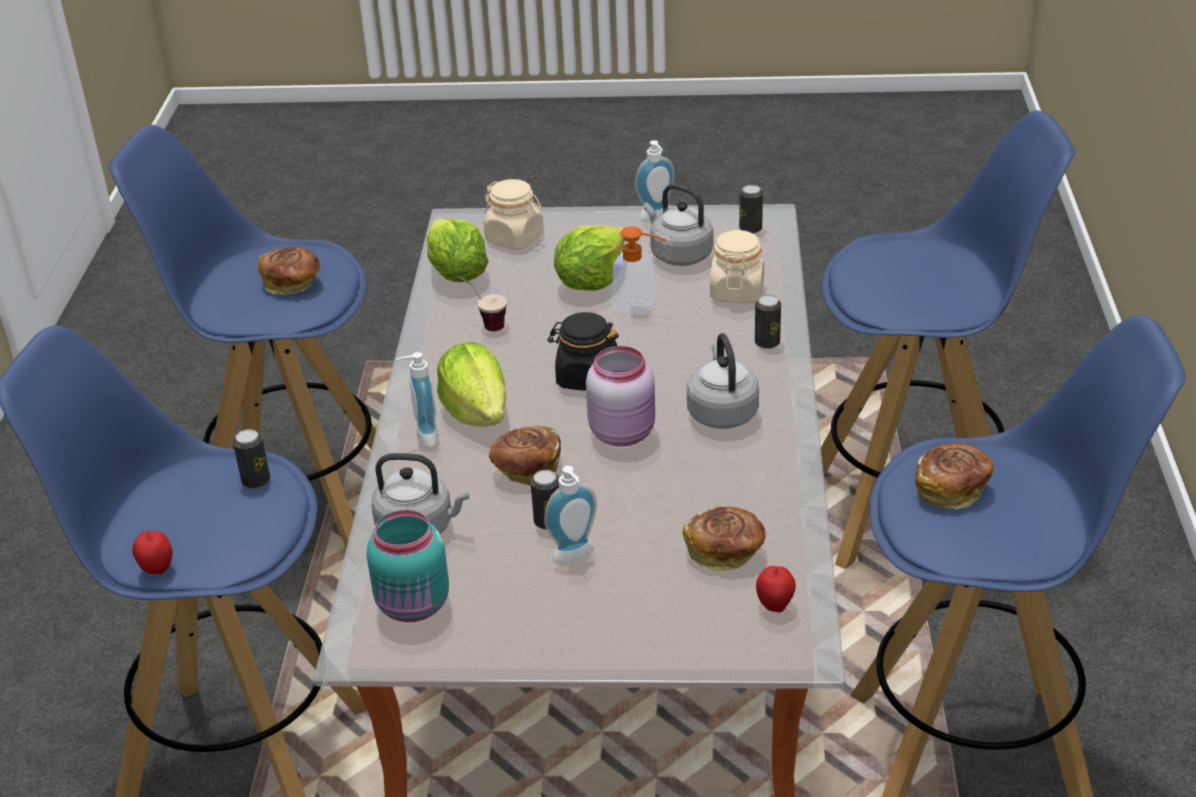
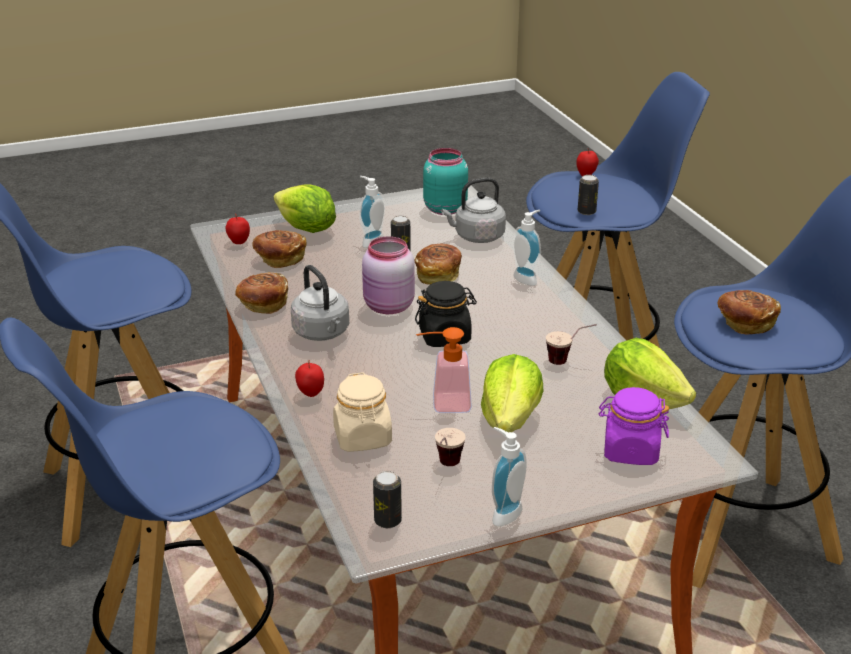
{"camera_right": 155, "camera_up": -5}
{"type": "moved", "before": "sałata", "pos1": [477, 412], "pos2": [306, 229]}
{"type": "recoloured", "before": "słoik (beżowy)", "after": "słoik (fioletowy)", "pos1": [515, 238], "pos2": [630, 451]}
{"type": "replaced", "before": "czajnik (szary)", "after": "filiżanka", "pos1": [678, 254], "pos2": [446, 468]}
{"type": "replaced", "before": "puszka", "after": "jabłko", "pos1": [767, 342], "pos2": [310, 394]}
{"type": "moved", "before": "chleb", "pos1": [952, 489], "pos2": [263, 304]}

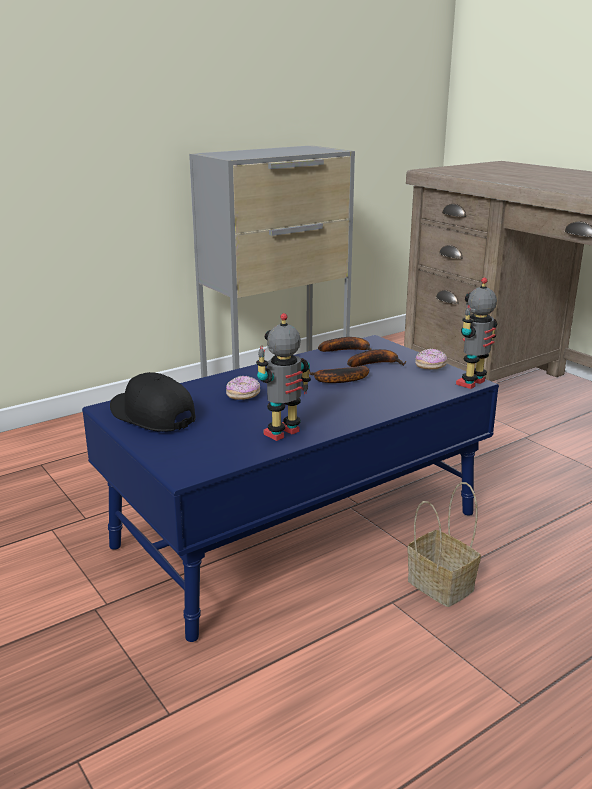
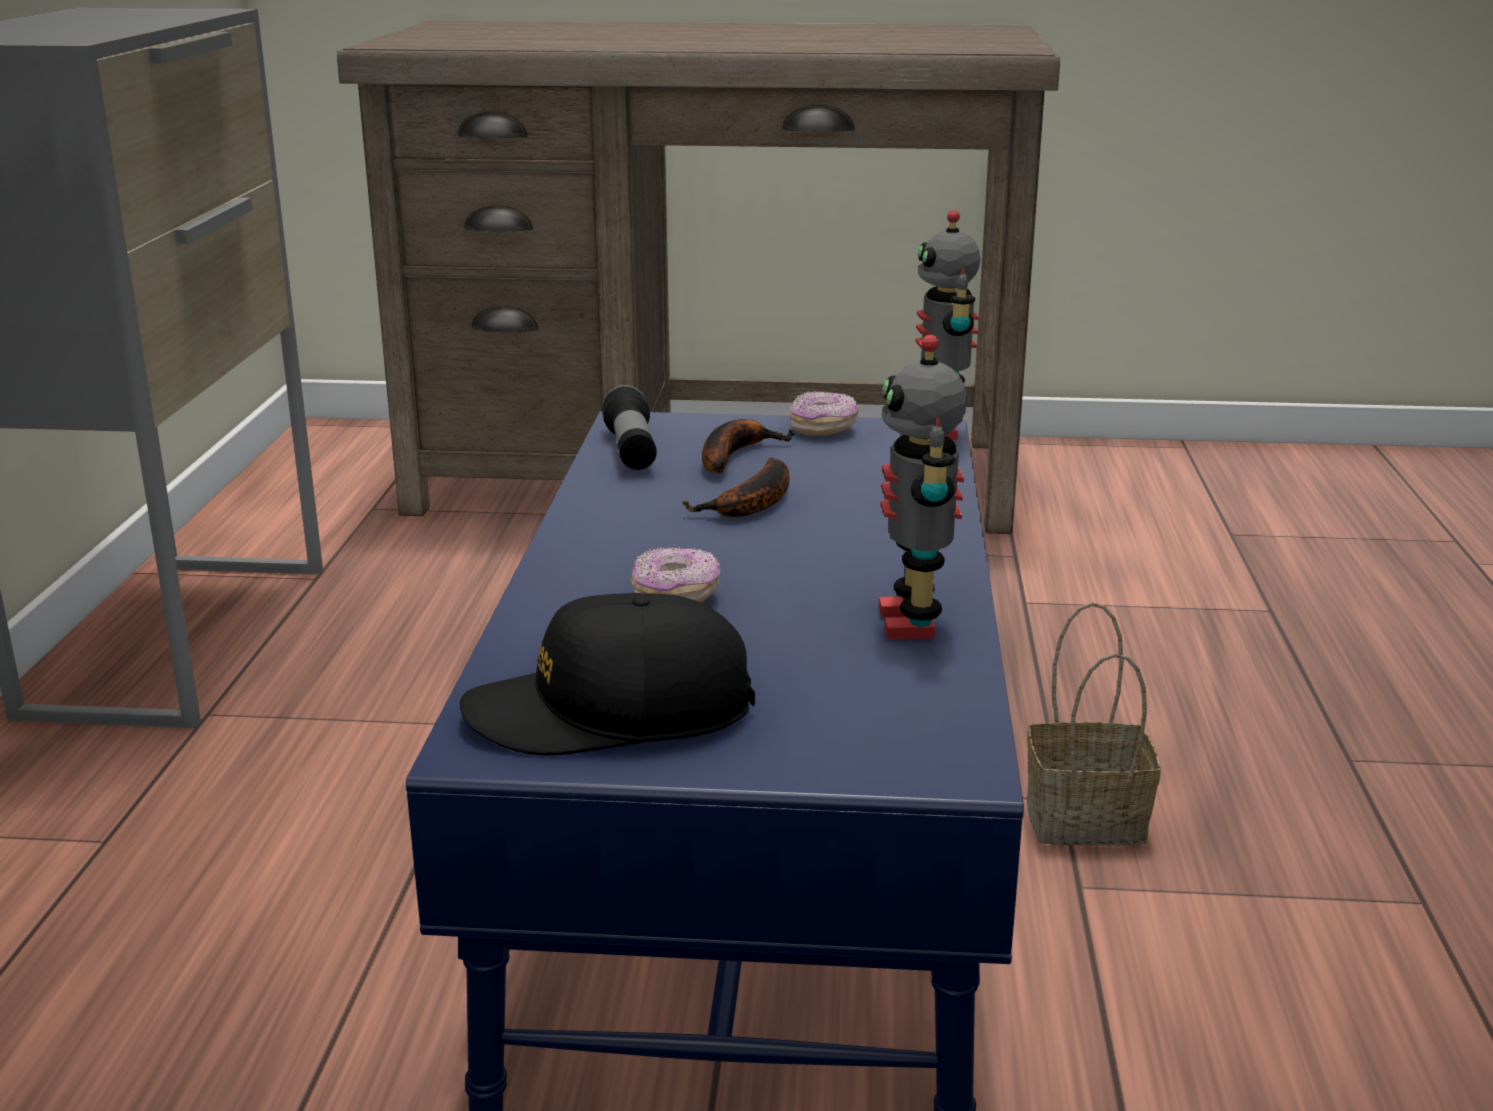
{"camera_right": -50, "camera_up": 0}
{"type": "replaced", "before": "banan", "after": "latarka", "pos1": [348, 350], "pos2": [631, 451]}

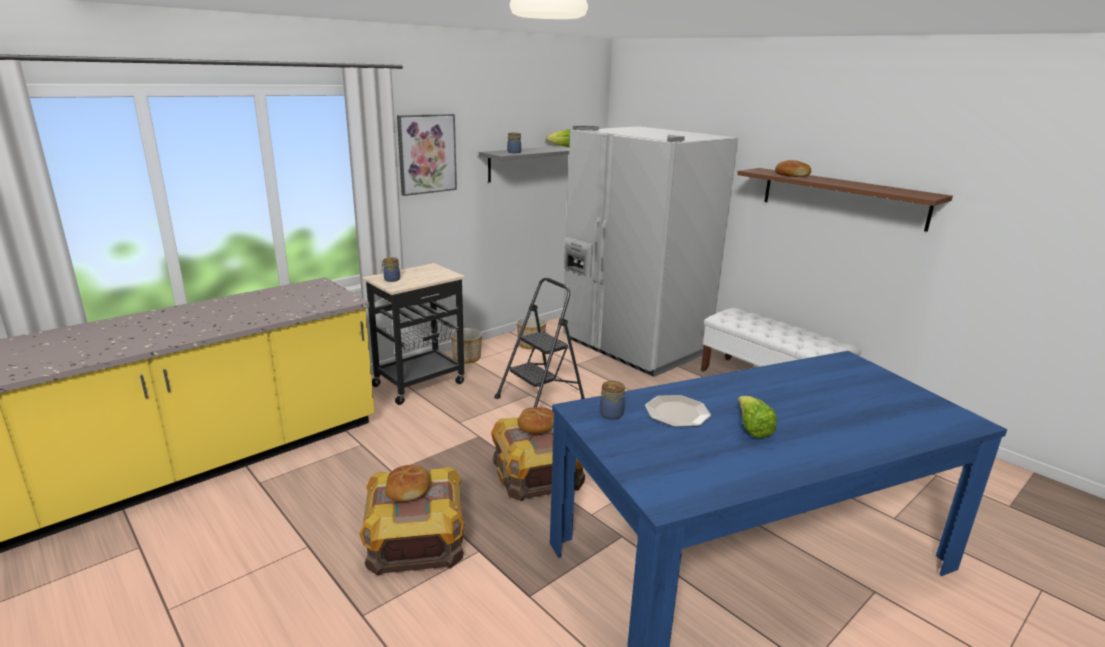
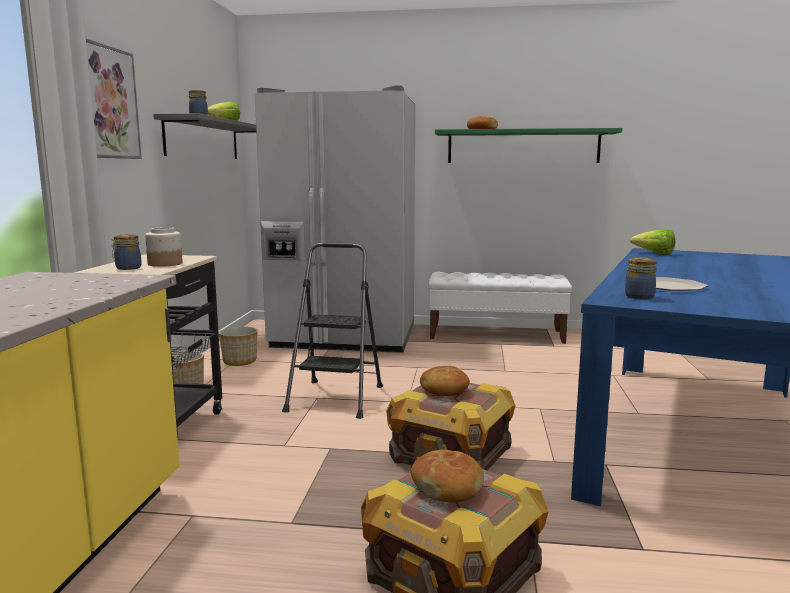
{"camera_right": -40, "camera_up": -10}
{"type": "recoloured", "before": "półka (brązowy)", "after": "półka (zielony)", "pos1": [842, 197], "pos2": [523, 147]}
{"type": "moved", "before": "sałata", "pos1": [752, 429], "pos2": [654, 254]}
{"type": "added", "after": "słoik", "pos2": [165, 264]}

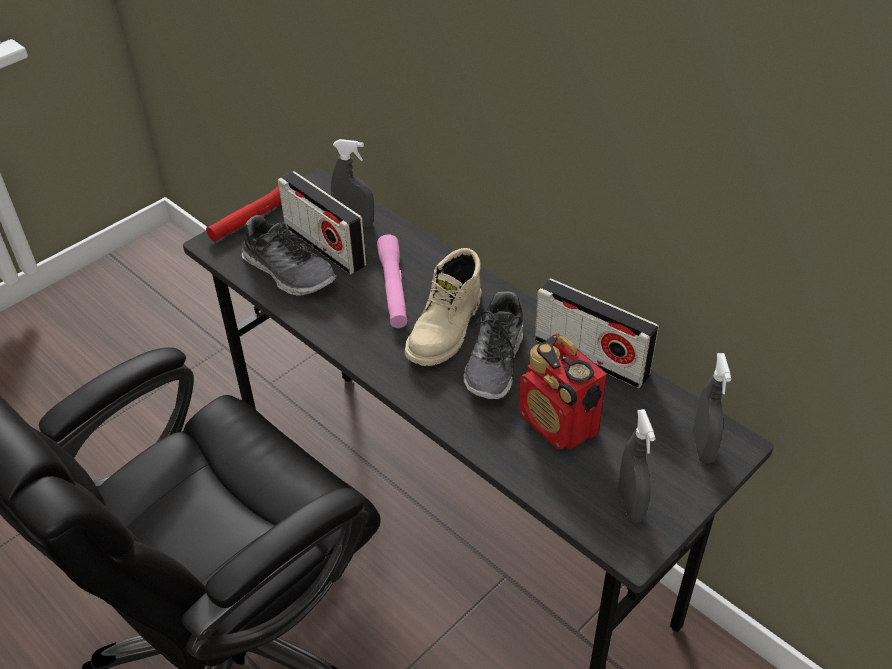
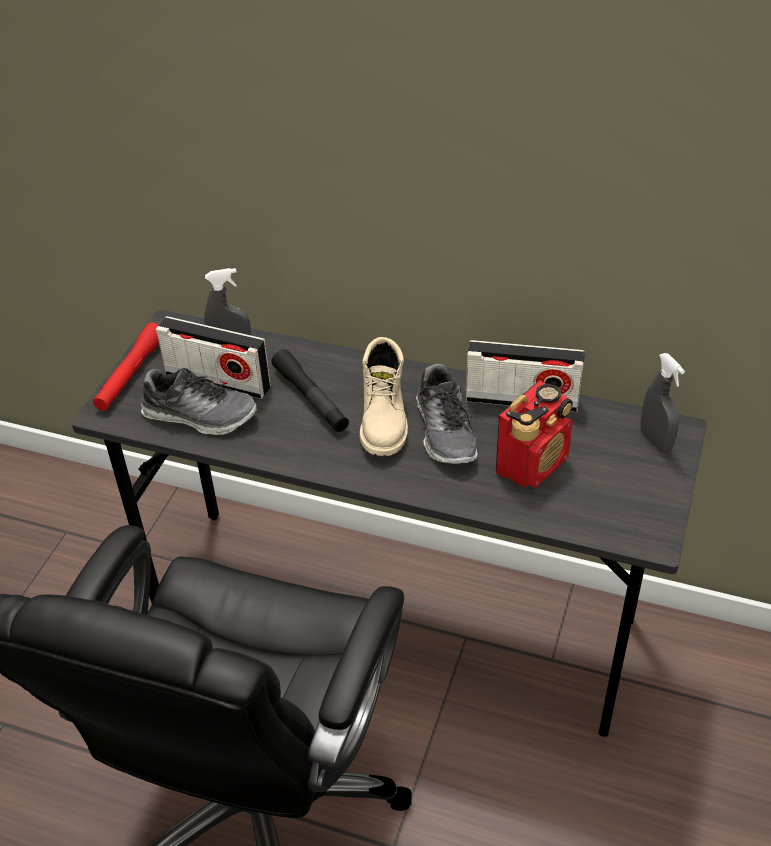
{"camera_right": -25, "camera_up": 0}
{"type": "recoloured", "before": "latarka (różowy)", "after": "latarka (czarny)", "pos1": [393, 289], "pos2": [311, 398]}
{"type": "turned", "before": "radio", "pos1": [559, 424], "pos2": [532, 464], "turn": -75}
{"type": "removed", "before": "spryskiwacz (szary)", "pos1": [630, 504]}

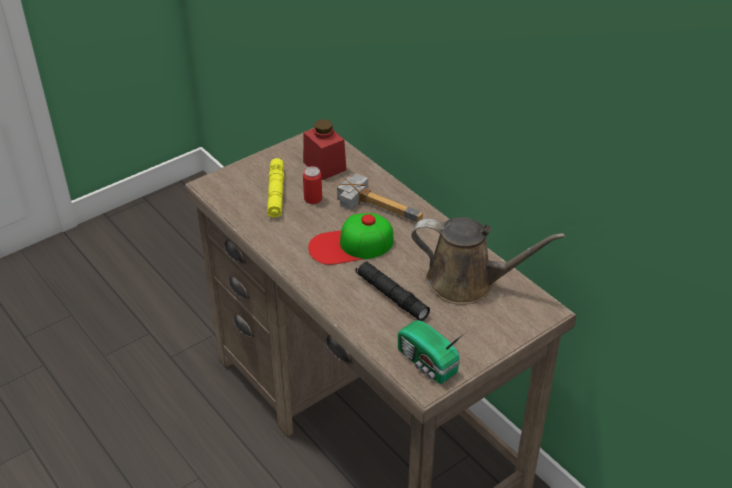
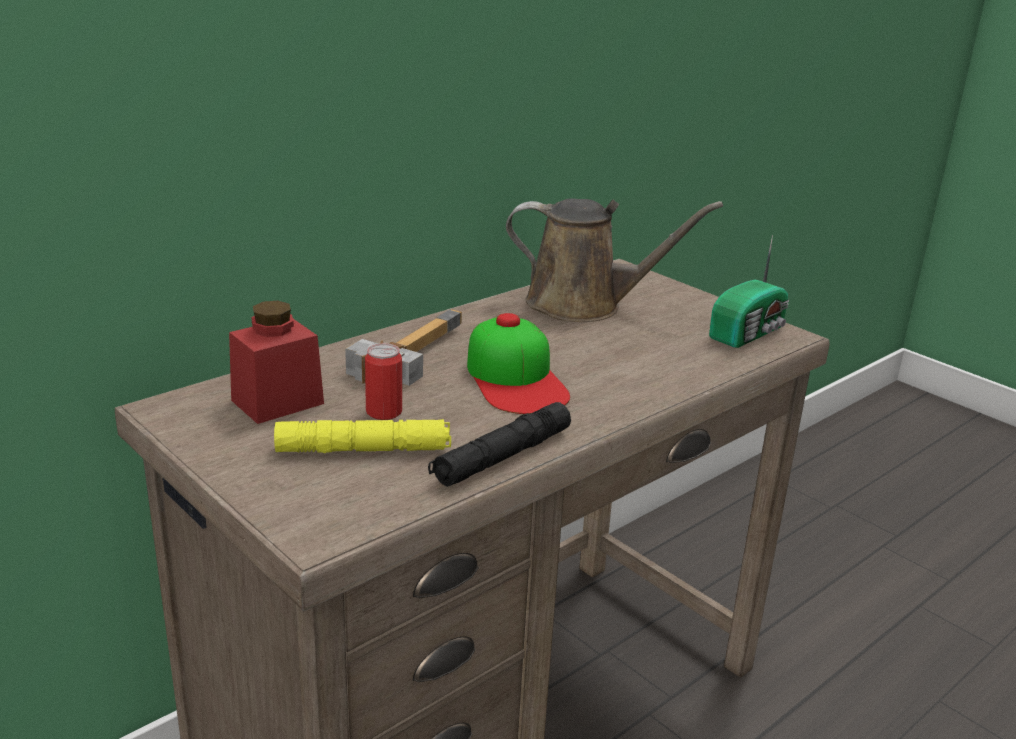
{"camera_right": -95, "camera_up": -15}
{"type": "moved", "before": "latarka (czarny)", "pos1": [391, 296], "pos2": [502, 457]}
{"type": "turned", "before": "konewka (brązowy)", "pos1": [467, 283], "pos2": [584, 305], "turn": 90}

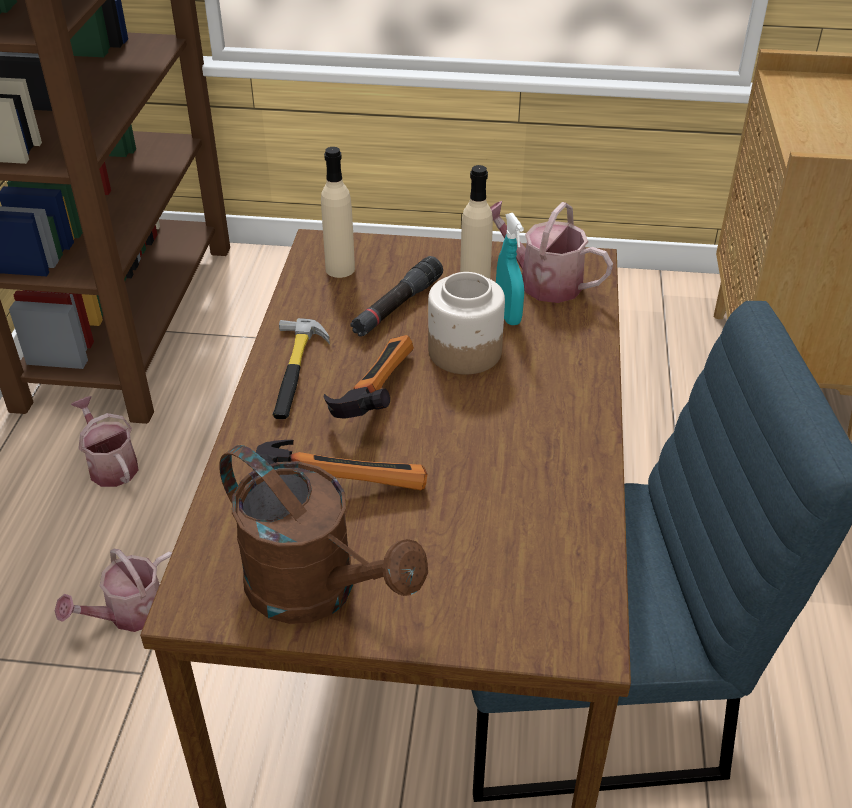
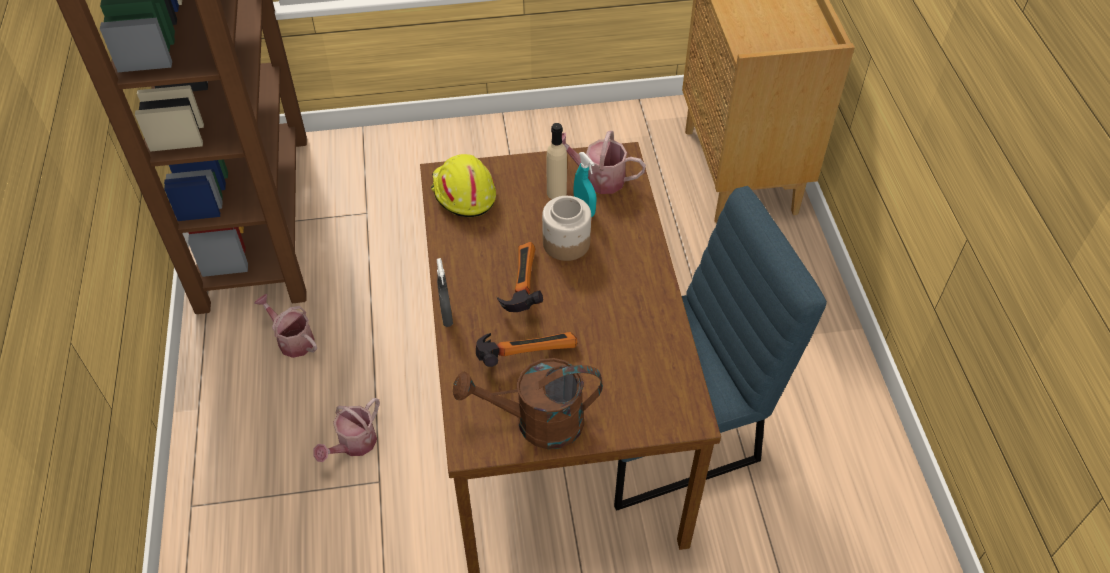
{"camera_right": -15, "camera_up": 10}
{"type": "turned", "before": "konewka (brązowy)", "pos1": [316, 591], "pos2": [537, 423], "turn": 150}
{"type": "removed", "before": "młotek", "pos1": [295, 372]}
{"type": "replaced", "before": "butelka (beżowy)", "after": "kask (żółty)", "pos1": [340, 269], "pos2": [462, 193]}
{"type": "removed", "before": "latarka (czarny)", "pos1": [397, 306]}
{"type": "added", "after": "spryskiwacz (szary)", "pos2": [446, 316]}

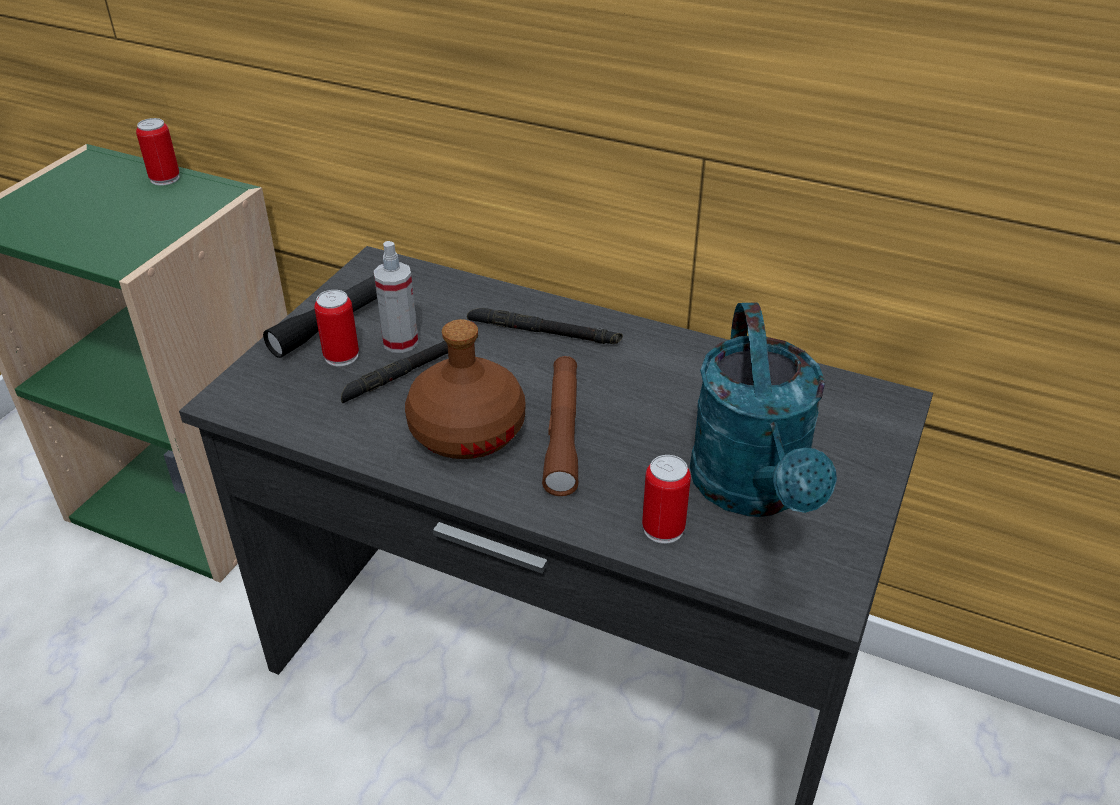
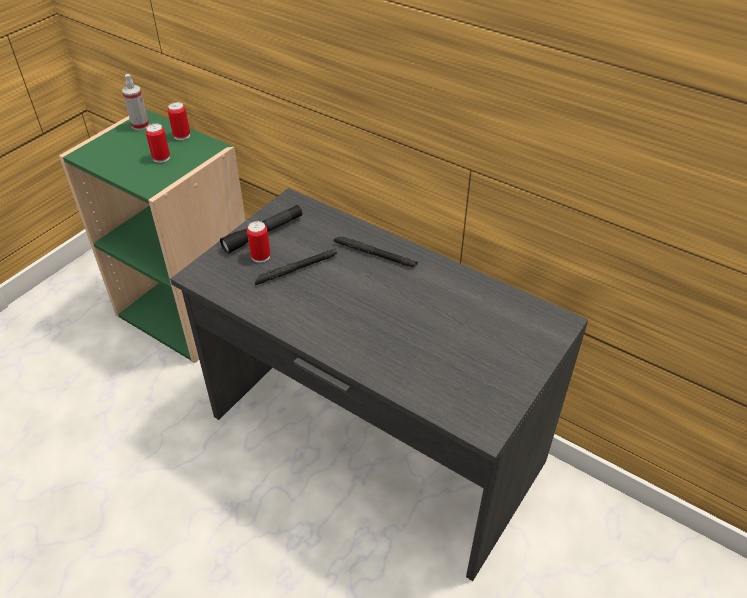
{"camera_right": 10, "camera_up": 5}
{"type": "moved", "before": "spryskiwacz", "pos1": [400, 342], "pos2": [140, 125]}
{"type": "removed", "before": "butelka (brązowy)", "pos1": [466, 430]}
{"type": "removed", "before": "latarka (brązowy)", "pos1": [562, 433]}
{"type": "moved", "before": "puszka", "pos1": [663, 528], "pos2": [161, 158]}
{"type": "removed", "before": "konewka (turkusowy)", "pos1": [754, 491]}

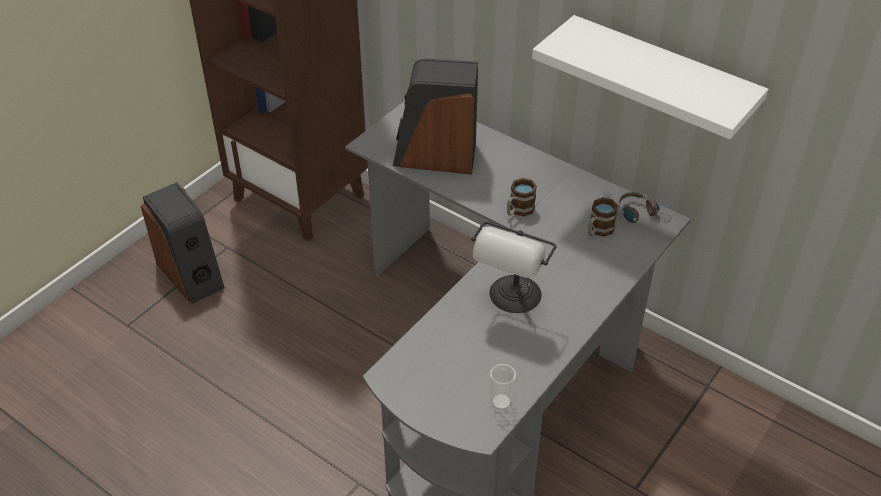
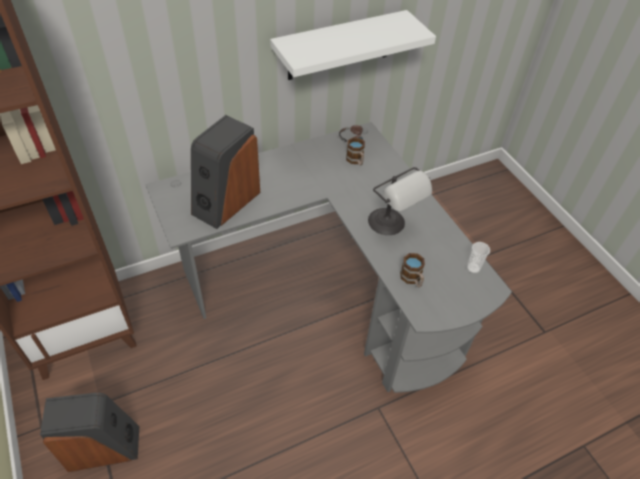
{"camera_right": -65, "camera_up": 5}
{"type": "moved", "before": "kubek", "pos1": [518, 210], "pos2": [412, 279]}

